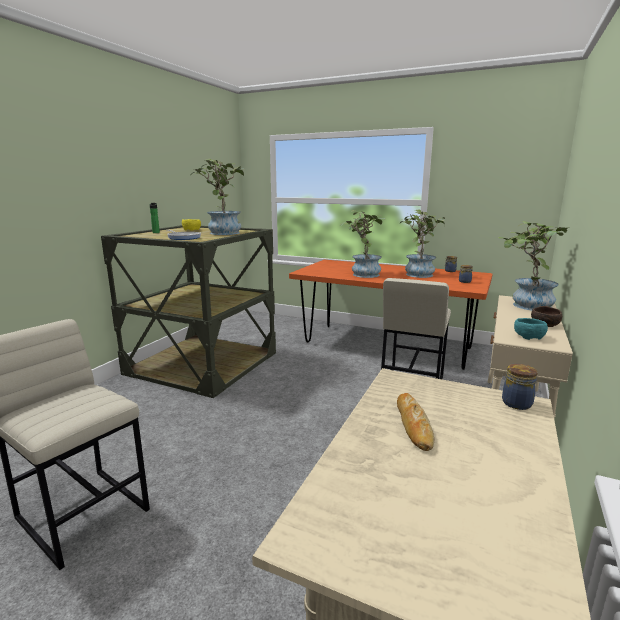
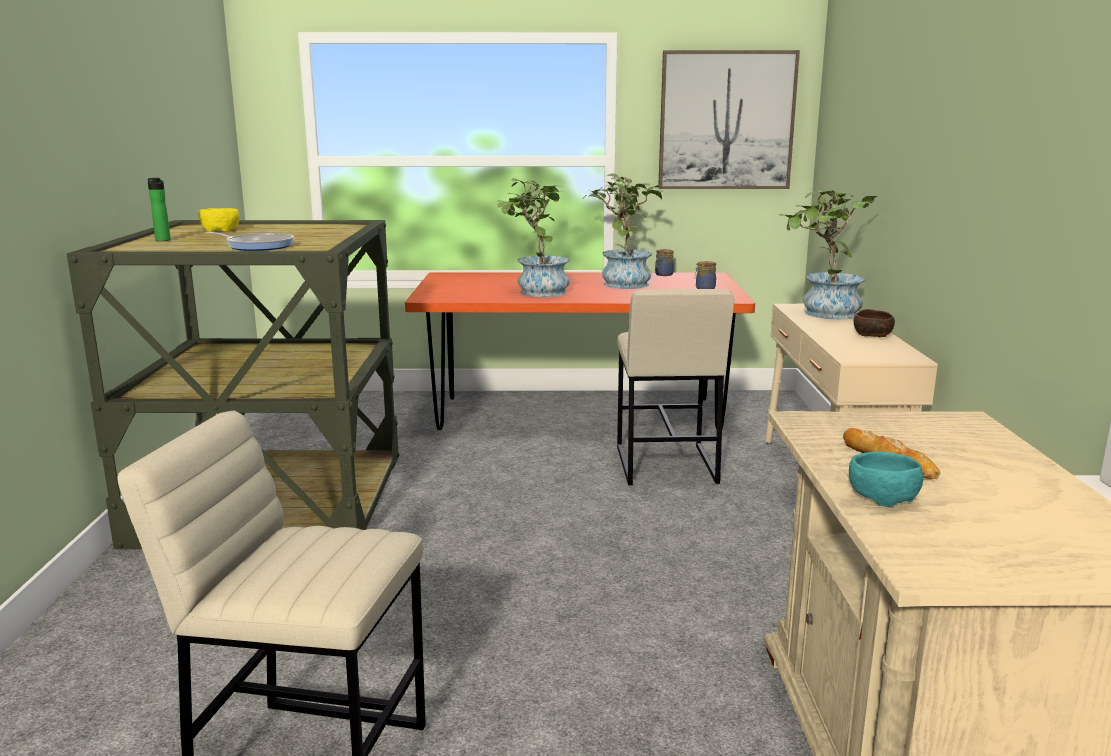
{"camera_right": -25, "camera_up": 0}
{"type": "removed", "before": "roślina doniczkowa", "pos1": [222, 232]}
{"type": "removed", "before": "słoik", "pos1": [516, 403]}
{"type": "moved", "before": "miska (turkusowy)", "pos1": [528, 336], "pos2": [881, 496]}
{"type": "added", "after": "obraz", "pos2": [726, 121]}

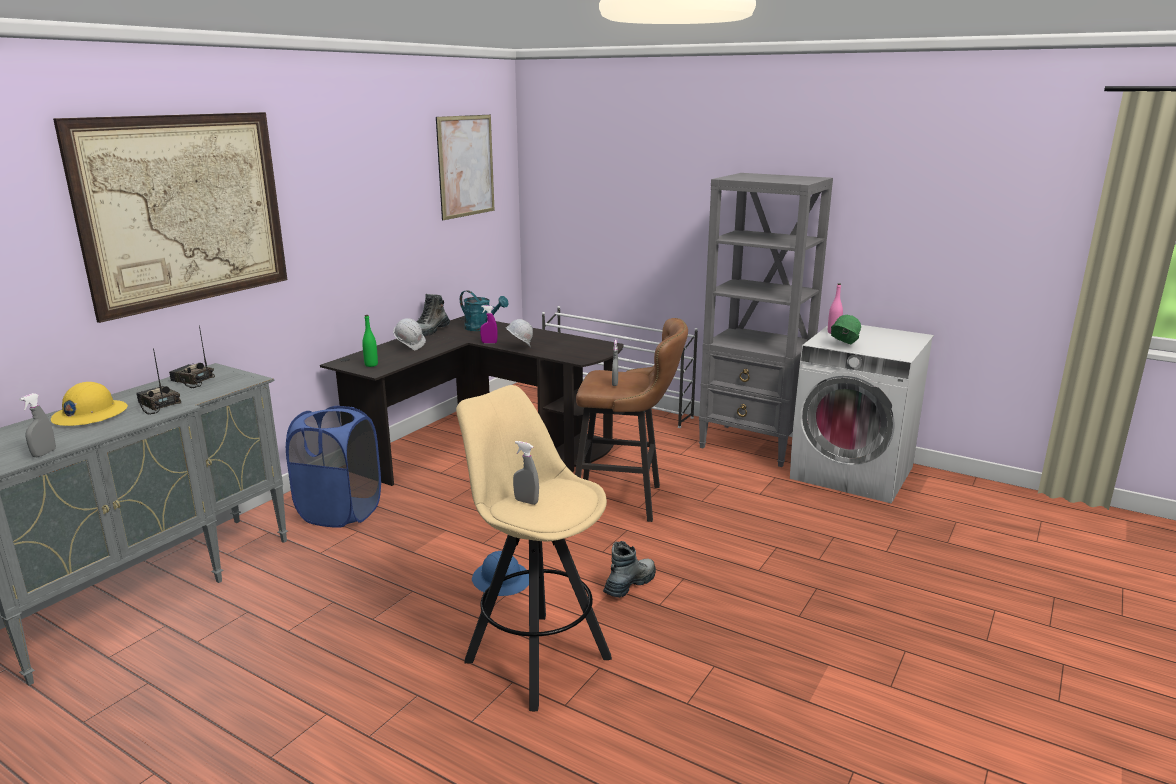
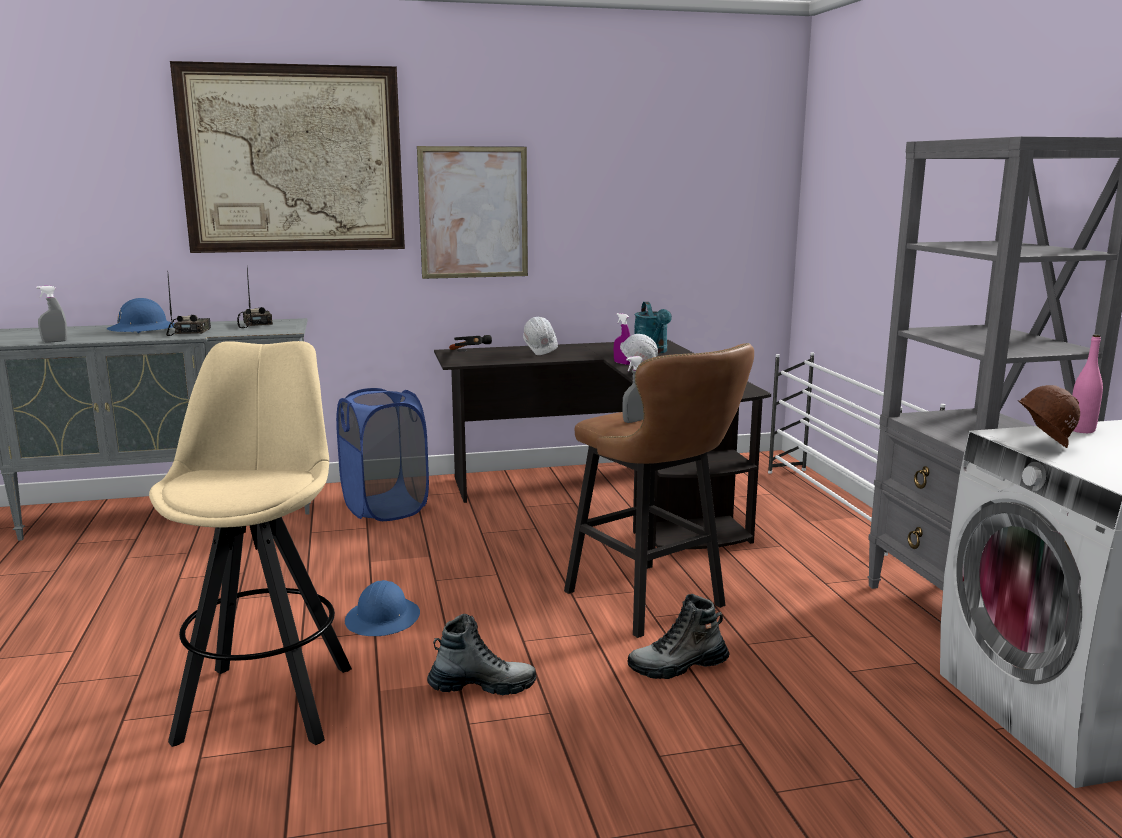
{"camera_right": 45, "camera_up": -5}
{"type": "recoloured", "before": "kask (żółty)", "after": "kask (niebieski)", "pos1": [90, 415], "pos2": [142, 329]}
{"type": "replaced", "before": "butelka (zielony)", "after": "młotek", "pos1": [371, 365], "pos2": [468, 357]}
{"type": "moved", "before": "but z cholewką", "pos1": [429, 331], "pos2": [678, 666]}
{"type": "moved", "before": "obraz", "pos1": [466, 166], "pos2": [473, 213]}
{"type": "removed", "before": "spryskiwacz (szary)", "pos1": [526, 501]}
{"type": "recoloured", "before": "kask (zielony)", "after": "kask (brązowy)", "pos1": [842, 346], "pos2": [1041, 447]}

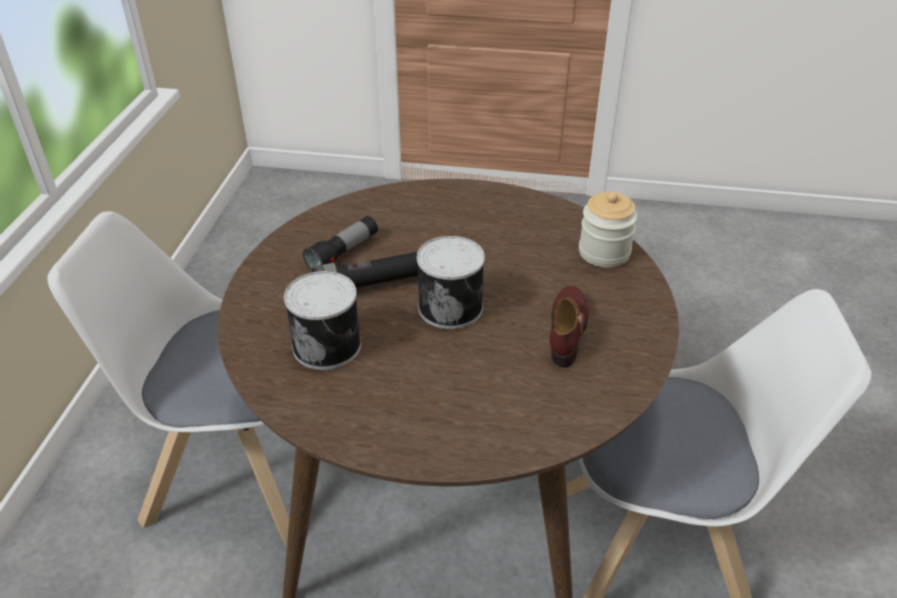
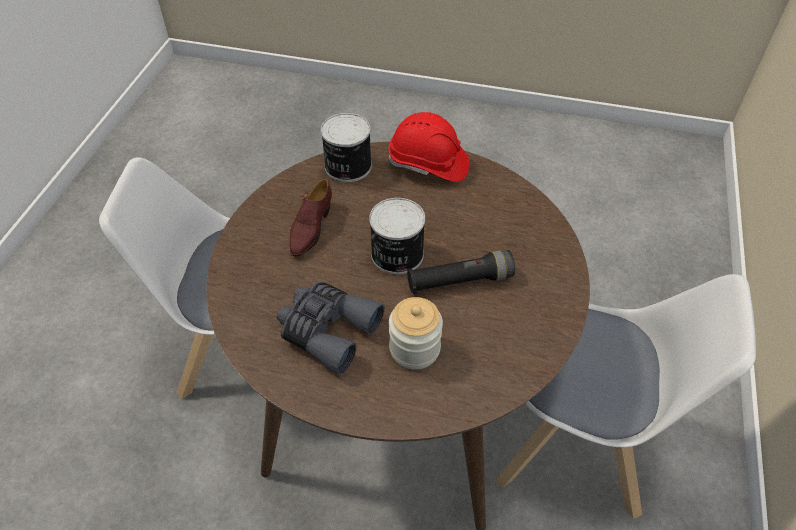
{"camera_right": -175, "camera_up": 10}
{"type": "moved", "before": "puszka", "pos1": [328, 345], "pos2": [347, 166]}
{"type": "removed", "before": "latarka", "pos1": [343, 253]}
{"type": "moved", "before": "słoik", "pos1": [604, 253], "pos2": [414, 348]}
{"type": "added", "after": "lornetka (szary)", "pos2": [327, 330]}
{"type": "added", "after": "kask (czerwony)", "pos2": [428, 164]}

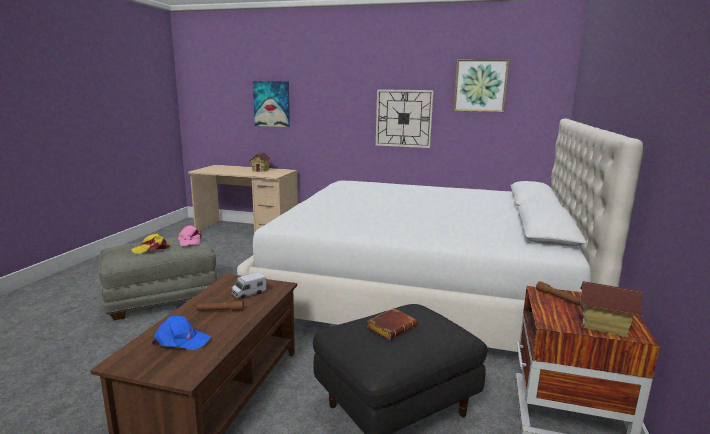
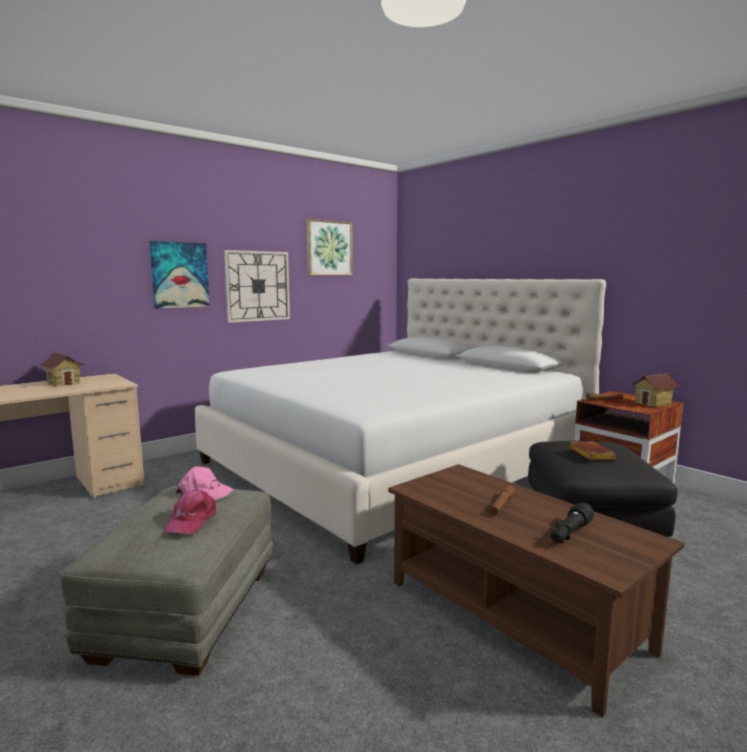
{"camera_right": -55, "camera_up": -5}
{"type": "recoloured", "before": "czapka z daszkiem (żółty)", "after": "czapka z daszkiem (różowy)", "pos1": [151, 249], "pos2": [191, 520]}
{"type": "replaced", "before": "czapka z daszkiem (niebieski)", "after": "latarka (czarny)", "pos1": [181, 340], "pos2": [569, 533]}
{"type": "removed", "before": "ciężarówka zabawkowa", "pos1": [249, 293]}
{"type": "moved", "before": "obraz", "pos1": [272, 104], "pos2": [179, 275]}

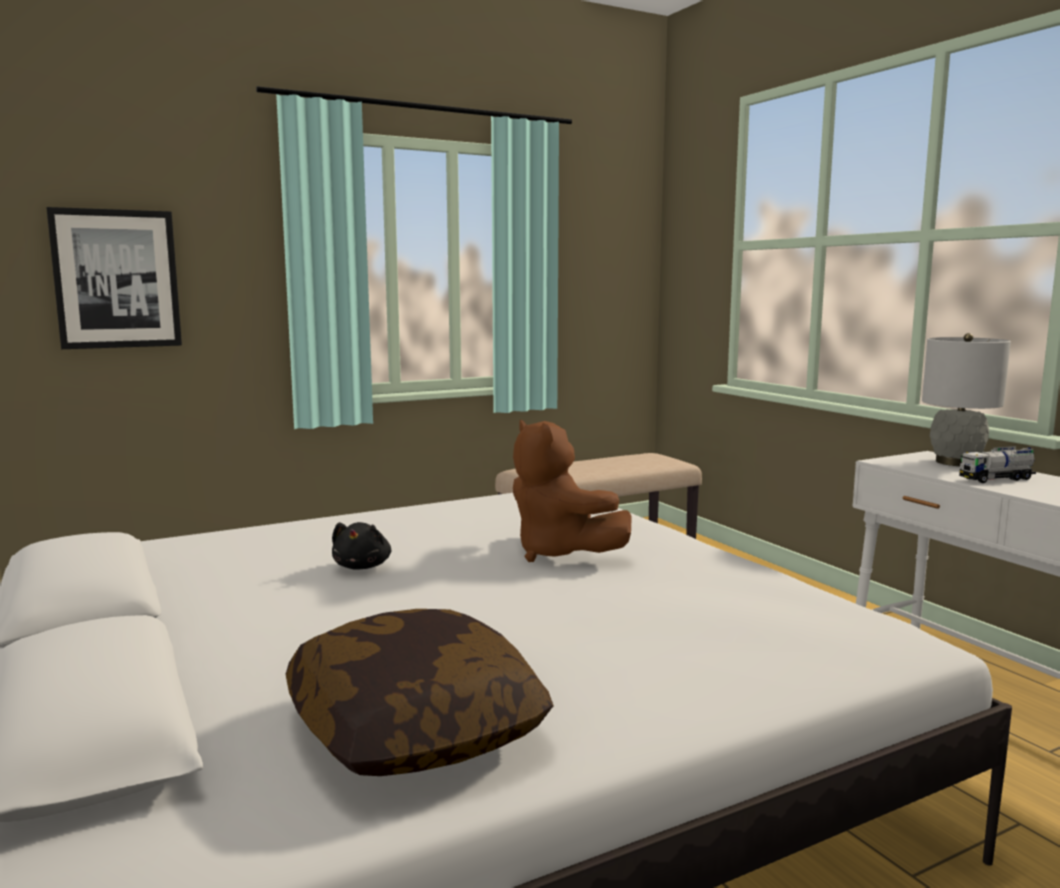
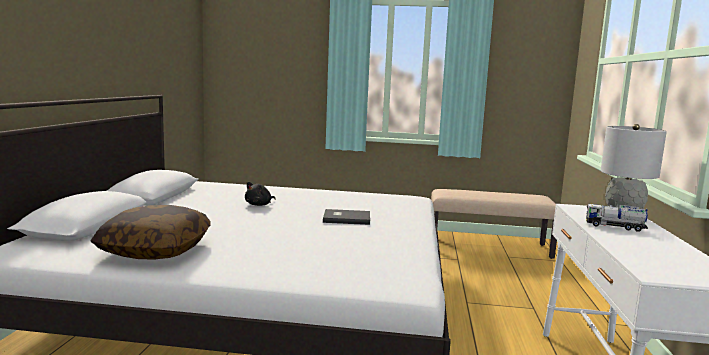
{"camera_right": 35, "camera_up": 0}
{"type": "removed", "before": "obraz", "pos1": [116, 279]}
{"type": "replaced", "before": "pluszak (brązowy)", "after": "książka (szary)", "pos1": [560, 553], "pos2": [346, 218]}

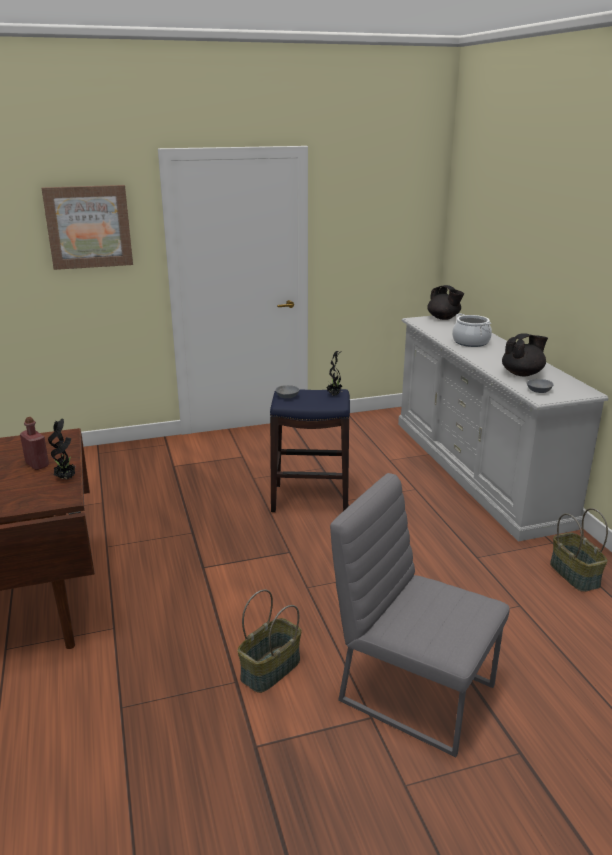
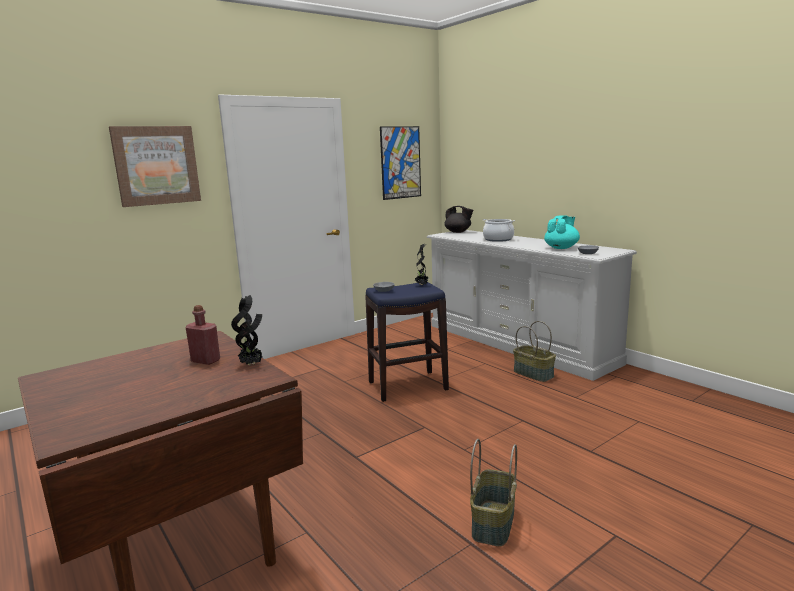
{"camera_right": -20, "camera_up": -10}
{"type": "removed", "before": "krzesło (szary)", "pos1": [413, 690]}
{"type": "recoloured", "before": "imbryk (czarny)", "after": "imbryk (turkusowy)", "pos1": [522, 374], "pos2": [561, 248]}
{"type": "moved", "before": "koszyk", "pos1": [575, 575], "pos2": [534, 374]}
{"type": "added", "after": "obraz", "pos2": [400, 162]}

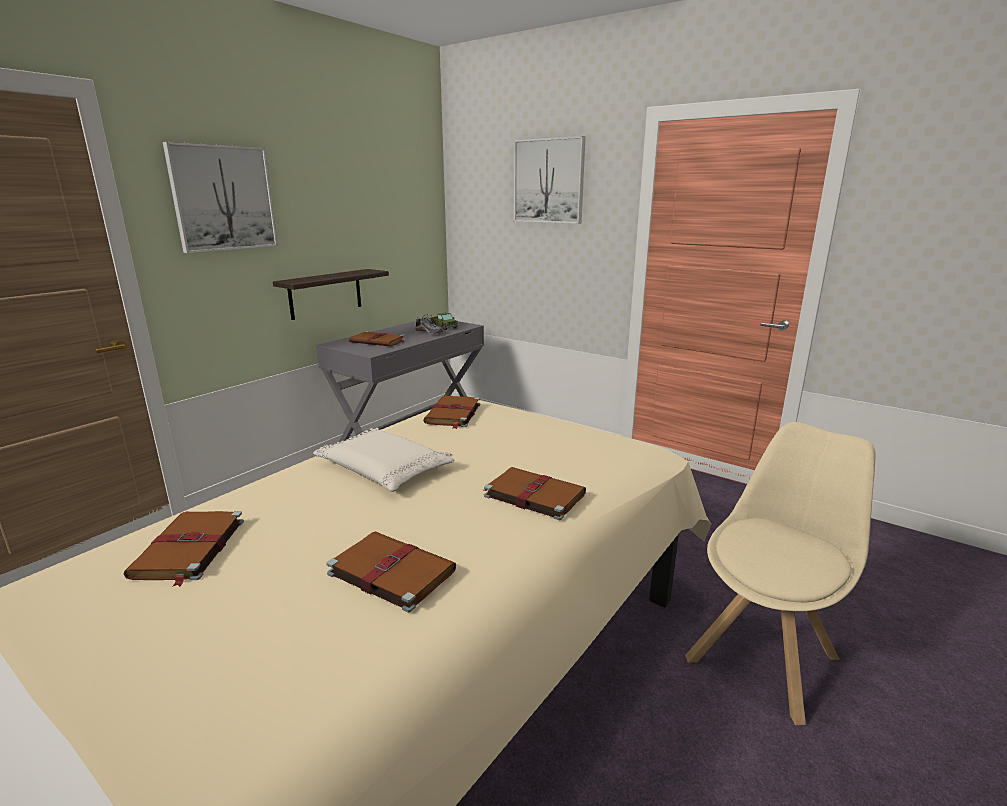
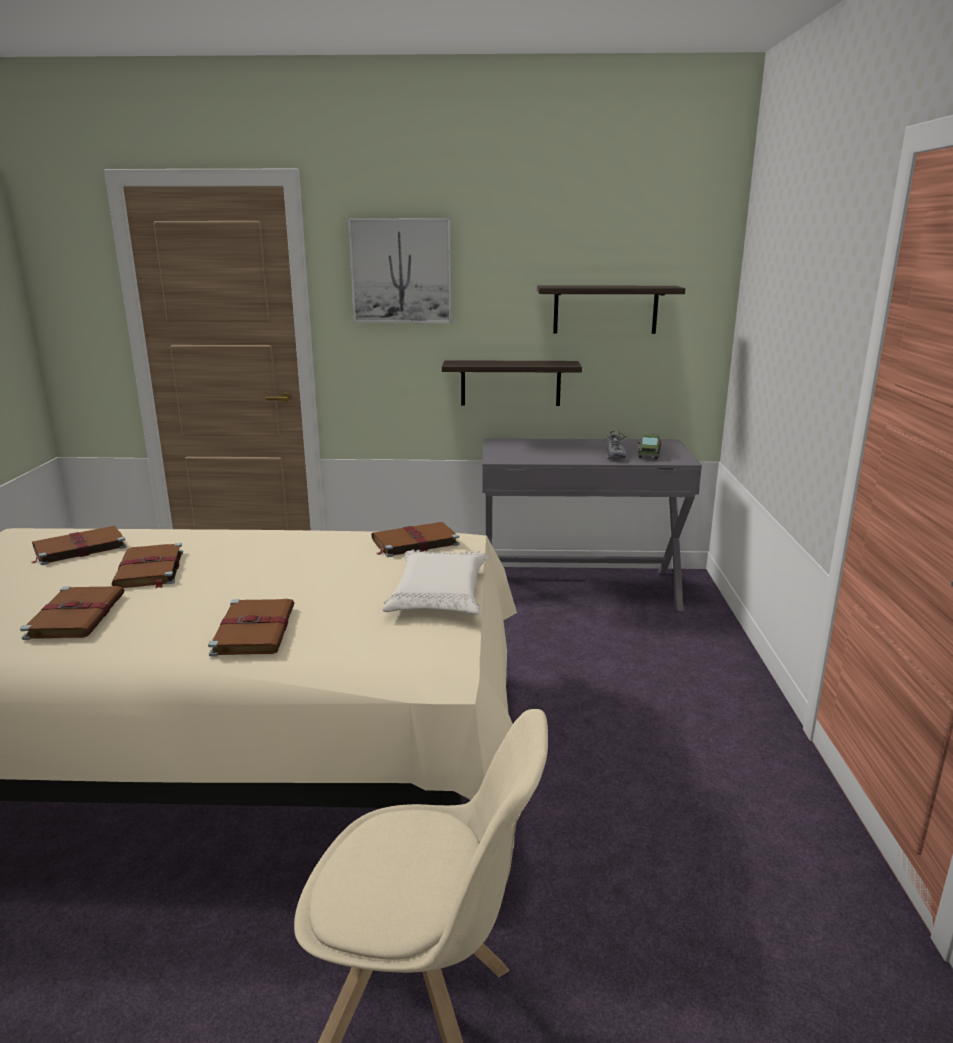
{"camera_right": 55, "camera_up": 0}
{"type": "moved", "before": "poduszka (biały)", "pos1": [383, 466], "pos2": [439, 591]}
{"type": "moved", "before": "książka (brązowy)", "pos1": [378, 341], "pos2": [149, 570]}
{"type": "removed", "before": "obraz", "pos1": [549, 181]}
{"type": "added", "after": "półka", "pos2": [605, 309]}

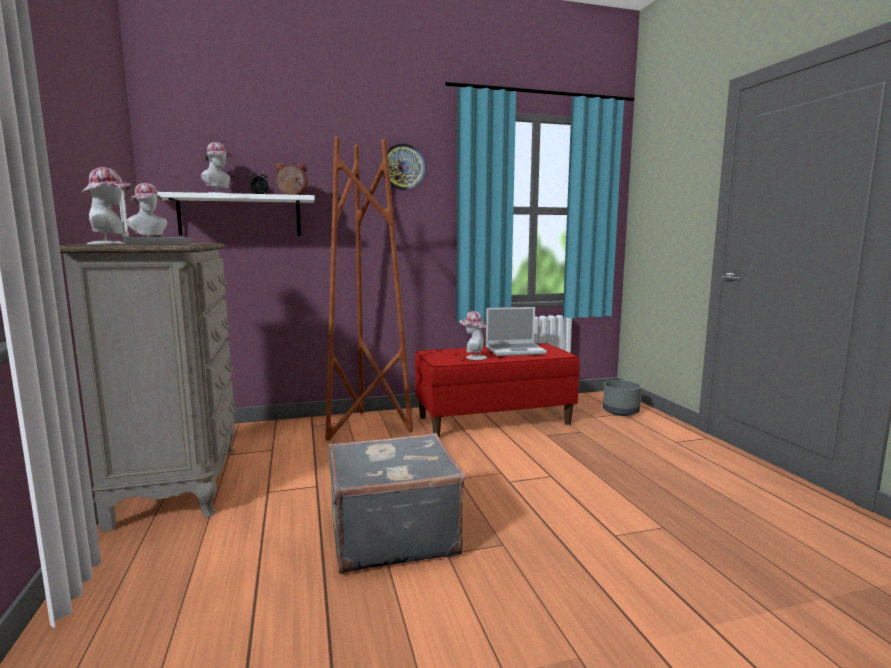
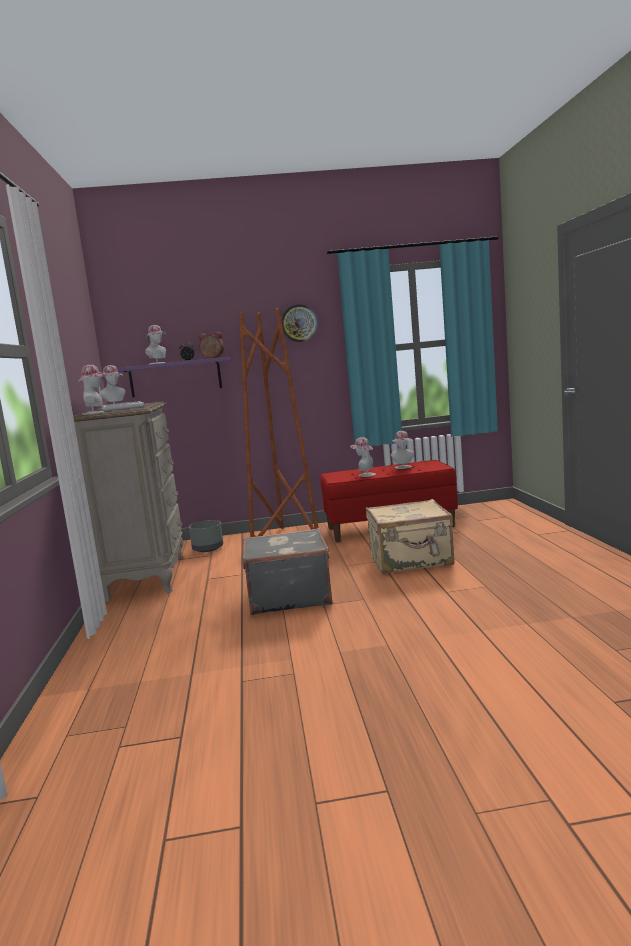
{"camera_right": 10, "camera_up": 0}
{"type": "recoloured", "before": "półka (biały)", "after": "półka (fioletowy)", "pos1": [240, 216], "pos2": [175, 377]}
{"type": "replaced", "before": "laptop", "after": "kapelusz", "pos1": [515, 350], "pos2": [403, 467]}
{"type": "moved", "before": "donica (szary)", "pos1": [620, 412], "pos2": [208, 548]}
{"type": "added", "after": "walizka (beżowy)", "pos2": [411, 561]}

